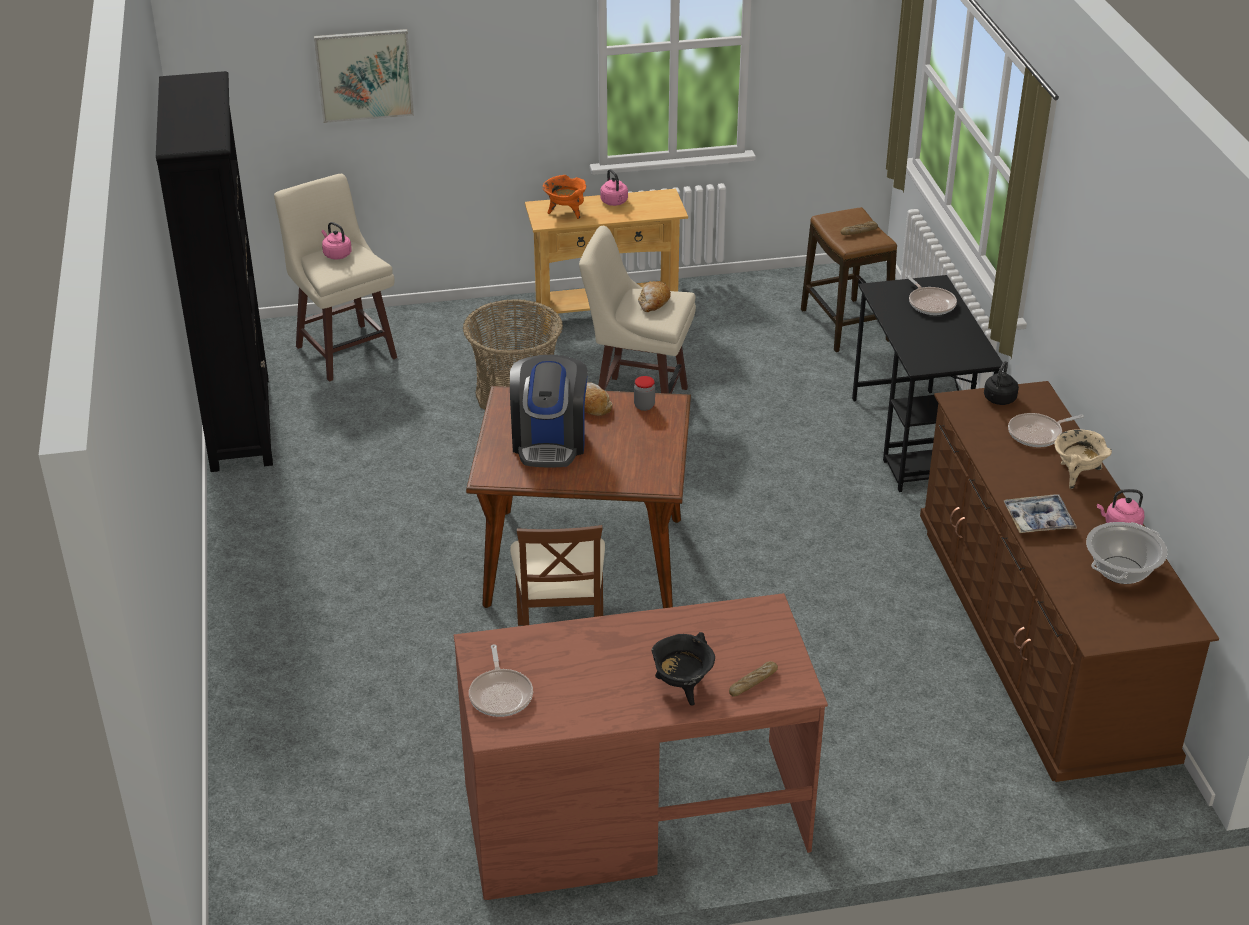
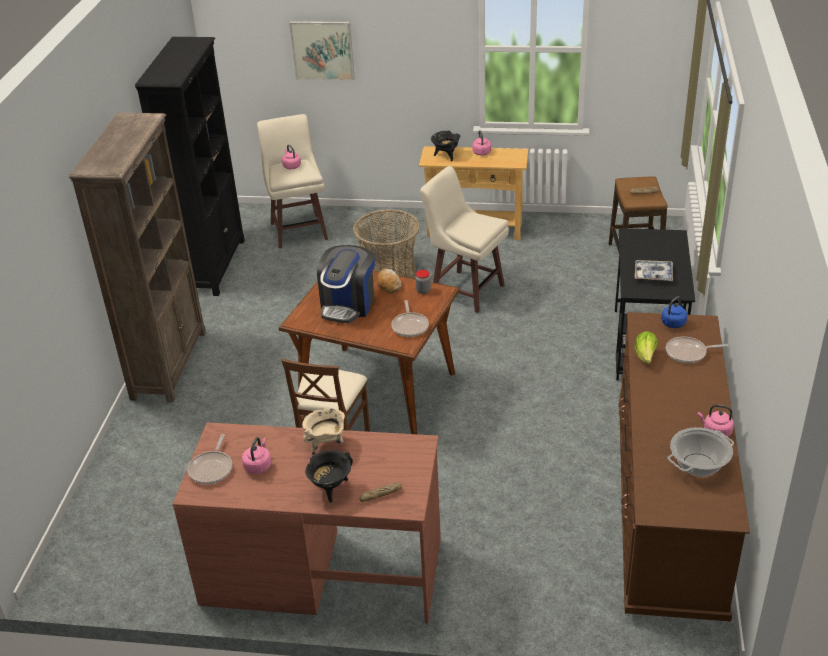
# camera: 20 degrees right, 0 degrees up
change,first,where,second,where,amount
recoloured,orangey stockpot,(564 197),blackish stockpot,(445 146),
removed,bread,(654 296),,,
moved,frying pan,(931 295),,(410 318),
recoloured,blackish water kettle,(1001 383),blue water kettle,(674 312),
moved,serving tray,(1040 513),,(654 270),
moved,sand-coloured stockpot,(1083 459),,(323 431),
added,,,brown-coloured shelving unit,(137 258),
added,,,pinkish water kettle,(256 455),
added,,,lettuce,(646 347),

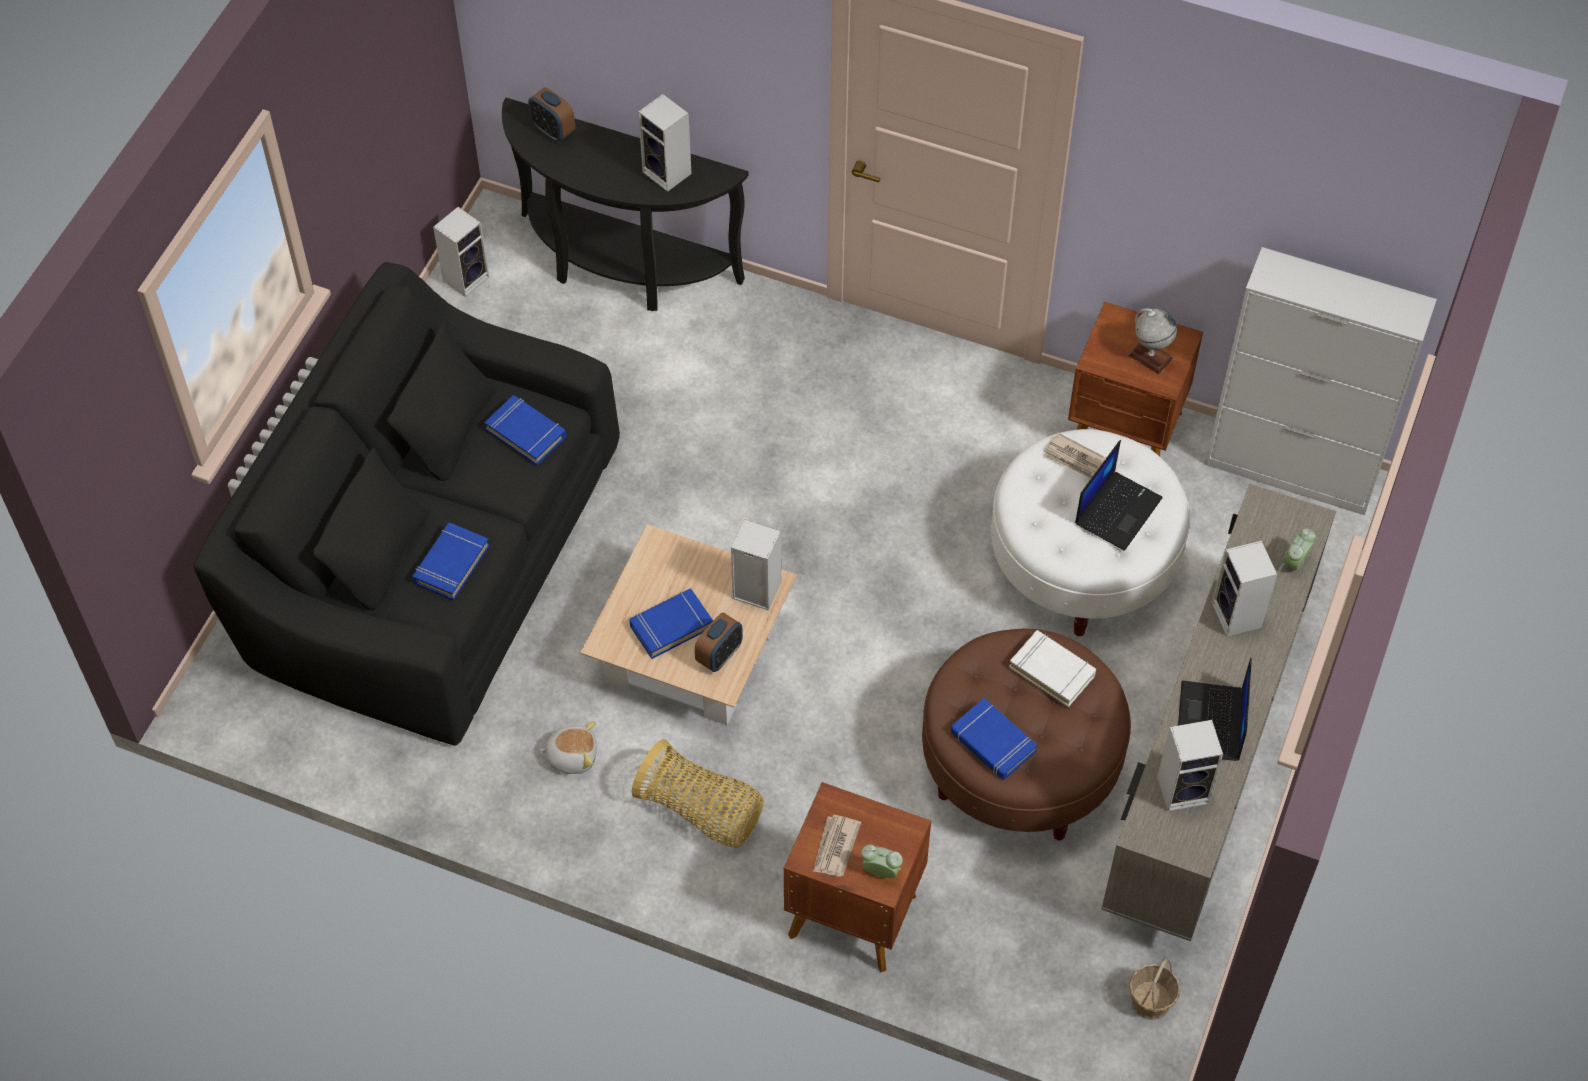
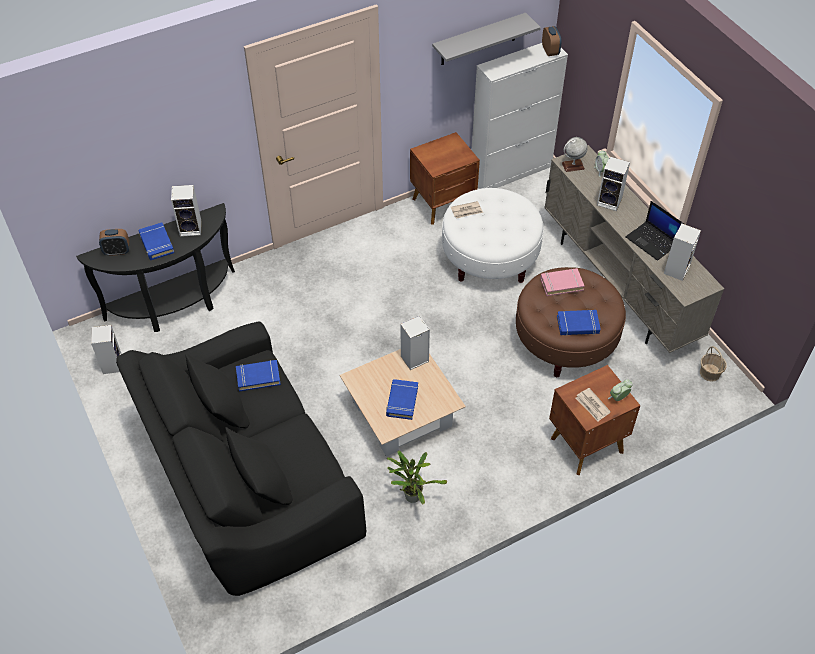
# camera: 50 degrees left, 5 degrees down
change,first,where,second,where,amount
moved,blue volume,(451 561),,(156 241),
replaced,plush toy,(568 748),plant in a pot,(417 477),
removed,household basket,(698 793),,,
moved,bedside clock,(719 642),,(552 41),
recoloured,white volume,(1052 668),pinkish volume,(562 282),
removed,notebook computer,(1119 495),,,
moved,desk globe,(1152 341),,(575 154),
added,,,greyish bracket shelf,(486 39),

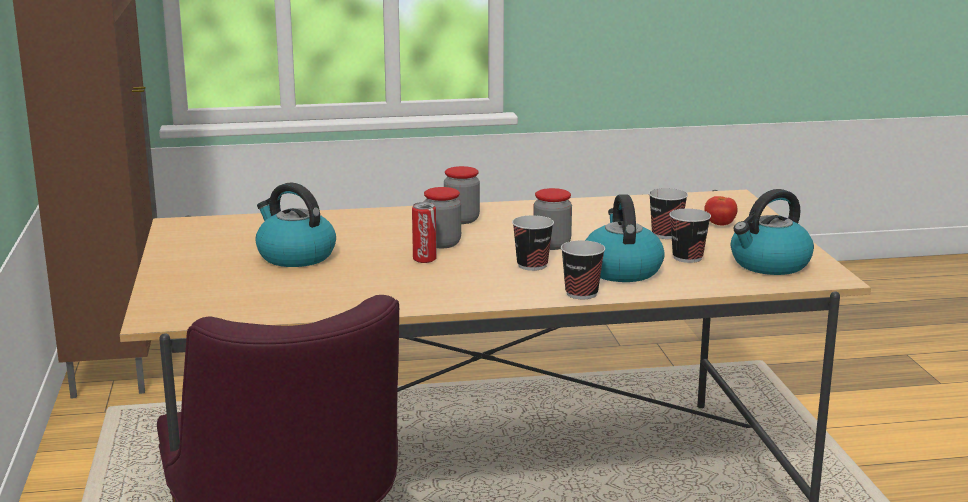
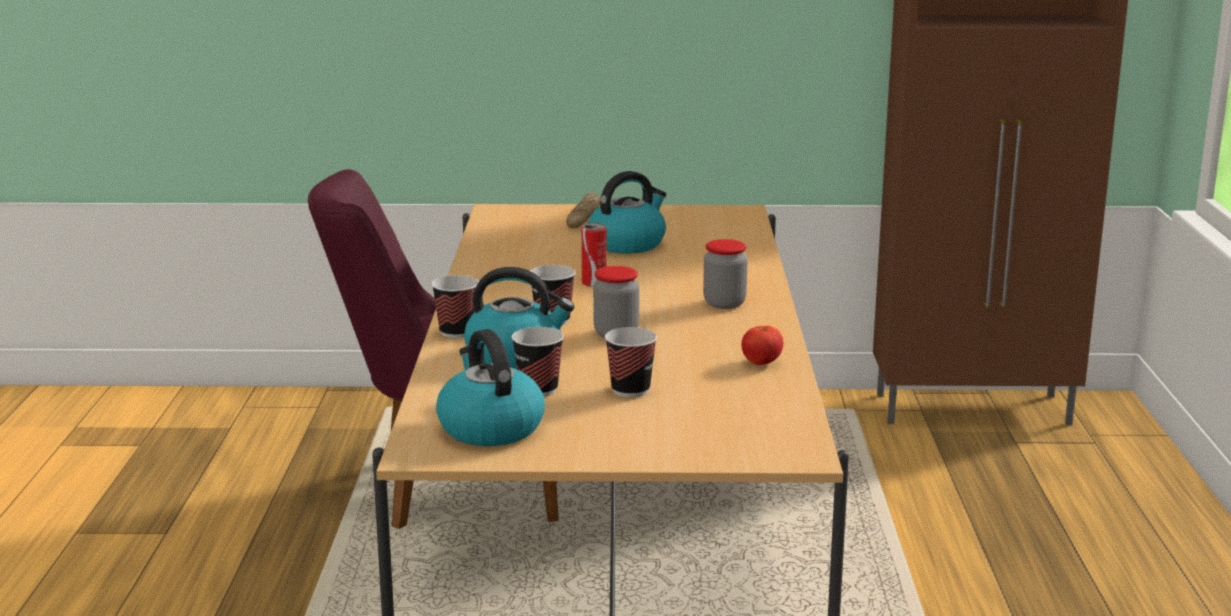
# camera: 100 degrees right, 0 degrees up
change,first,where,second,where,amount
removed,preserve jar,(442 217),,,
moved,whole tomato,(721 211),,(762 345),
added,,,bread,(583 210),

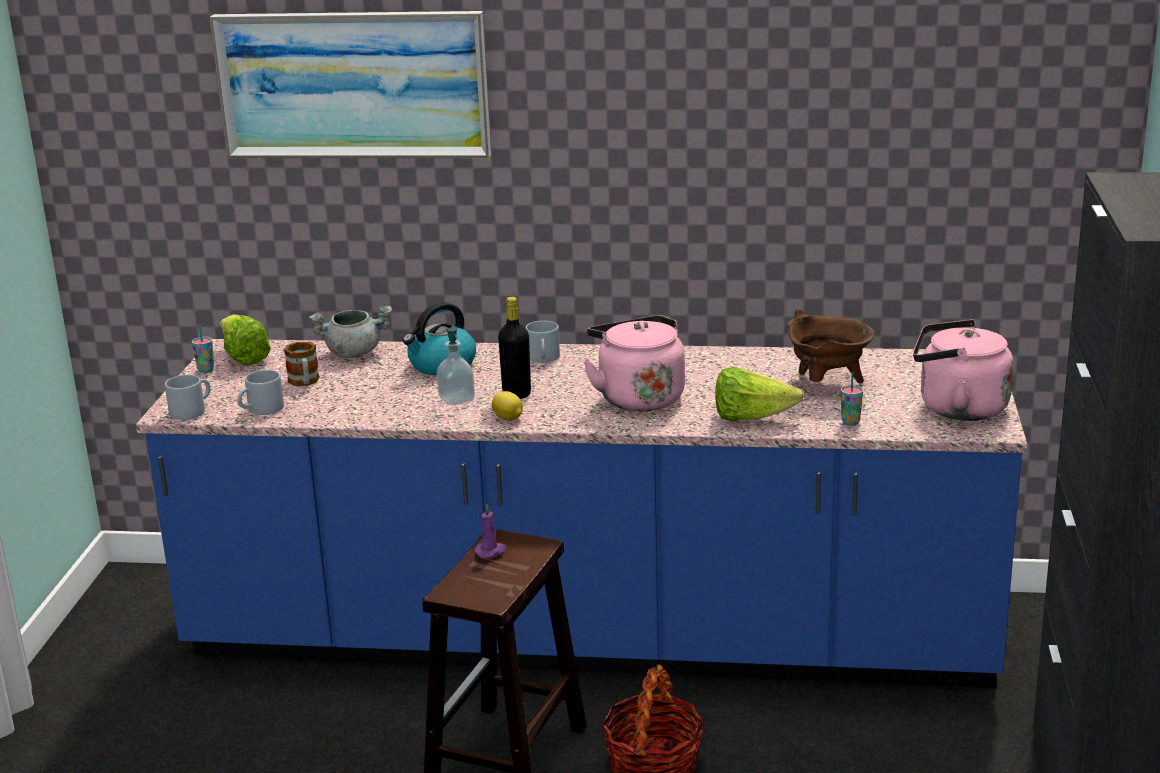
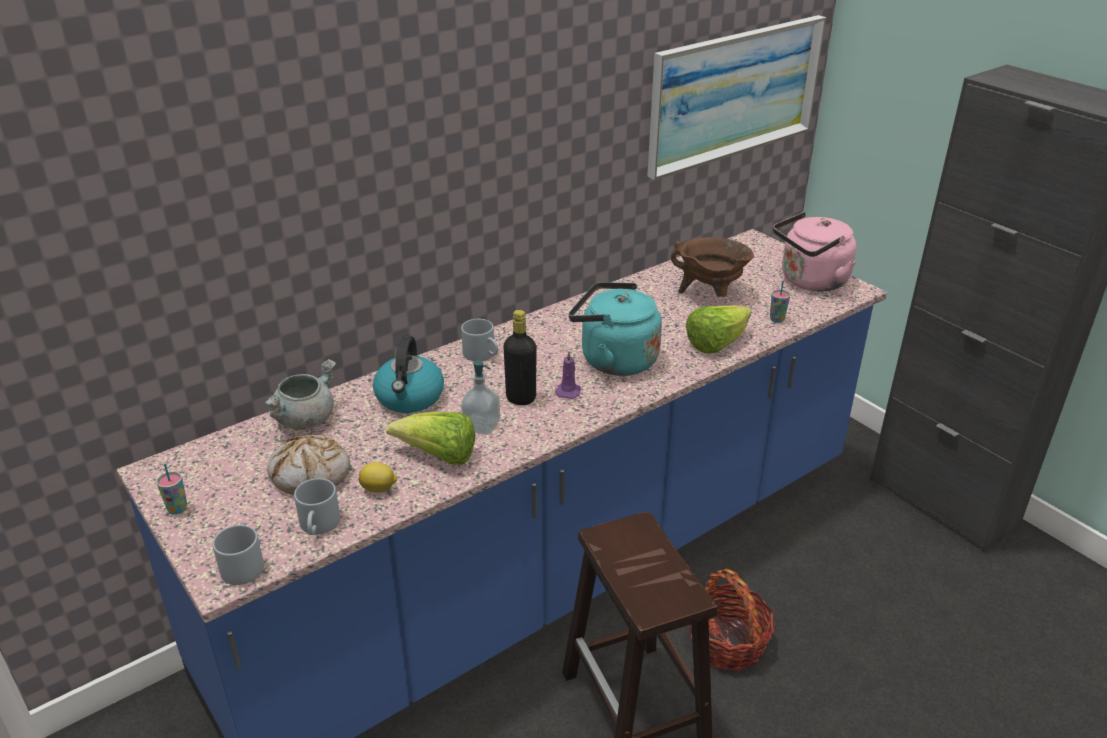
# camera: 45 degrees left, 10 degrees up
change,first,where,second,where,amount
moved,picture,(350 84),,(736 97),
moved,lettuce,(245 339),,(430 438),
replaced,tea mug,(302 364),bread,(308 464),
moved,purple wax candle,(490 531),,(568 375),
moved,whole lemon,(507 406),,(378 477),
recoloured,pinkish water kettle,(634 363),blue-green water kettle,(615 329),

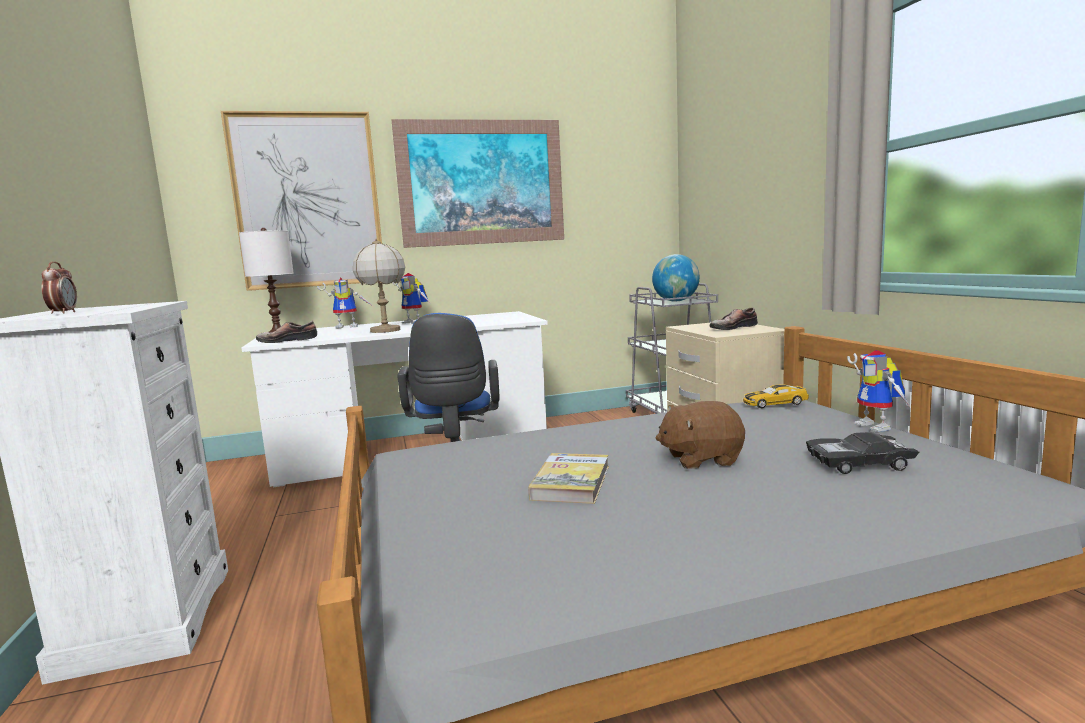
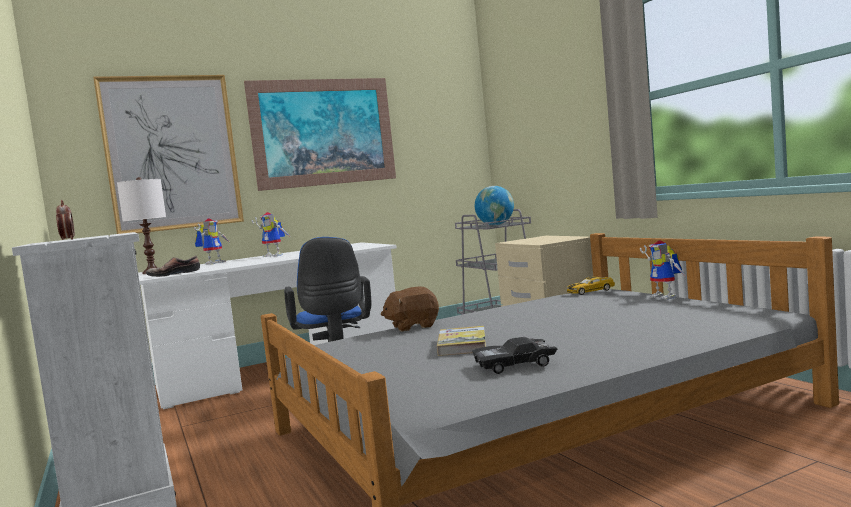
# camera: 10 degrees left, 5 degrees down
change,first,where,second,where,amount
turned,robot figure,(344 303),,(211 241),45 degrees counterclockwise
removed,table lamp,(379 285),,,
moved,brown-coloured plush toy,(700 435),,(410 309),
removed,item of footwear,(734 318),,,
moved,blackish model car,(862 453),,(515 355),

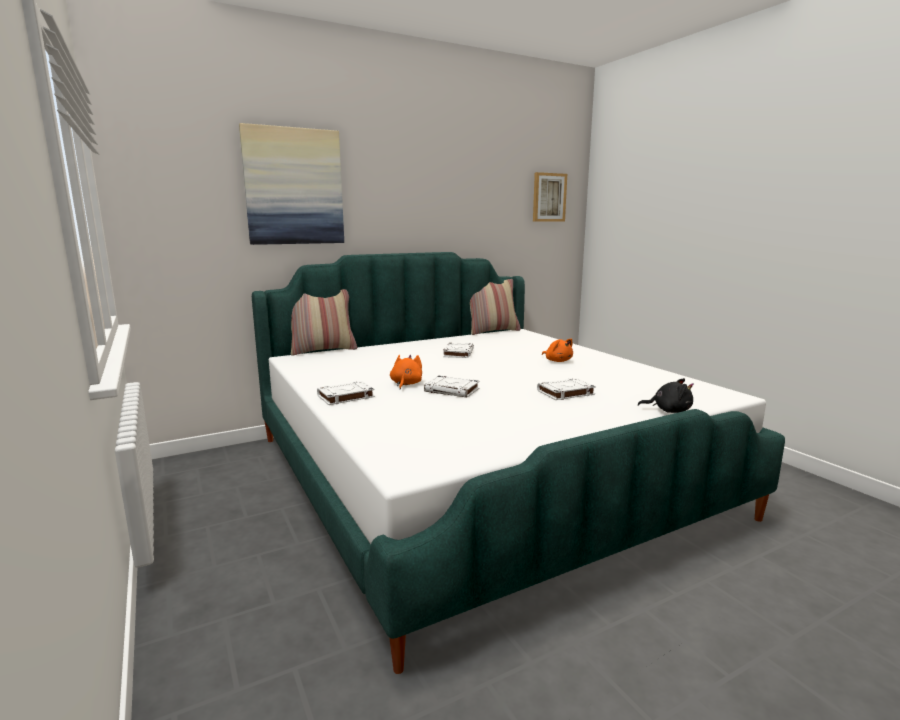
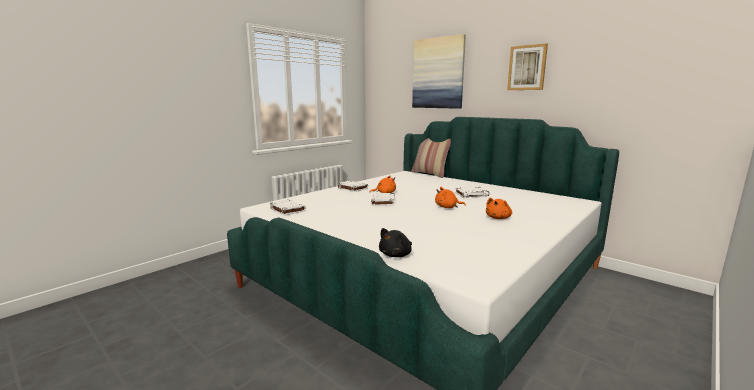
# camera: 70 degrees right, 0 degrees up
change,first,where,second,where,amount
removed,cushion,(495 307),,,
moved,picture,(550 197),,(527 66),
moved,white volume,(566 389),,(287 207),
turned,blackish plush toy,(666 395),,(395 242),45 degrees clockwise
added,,,orangey plush toy,(450 197),

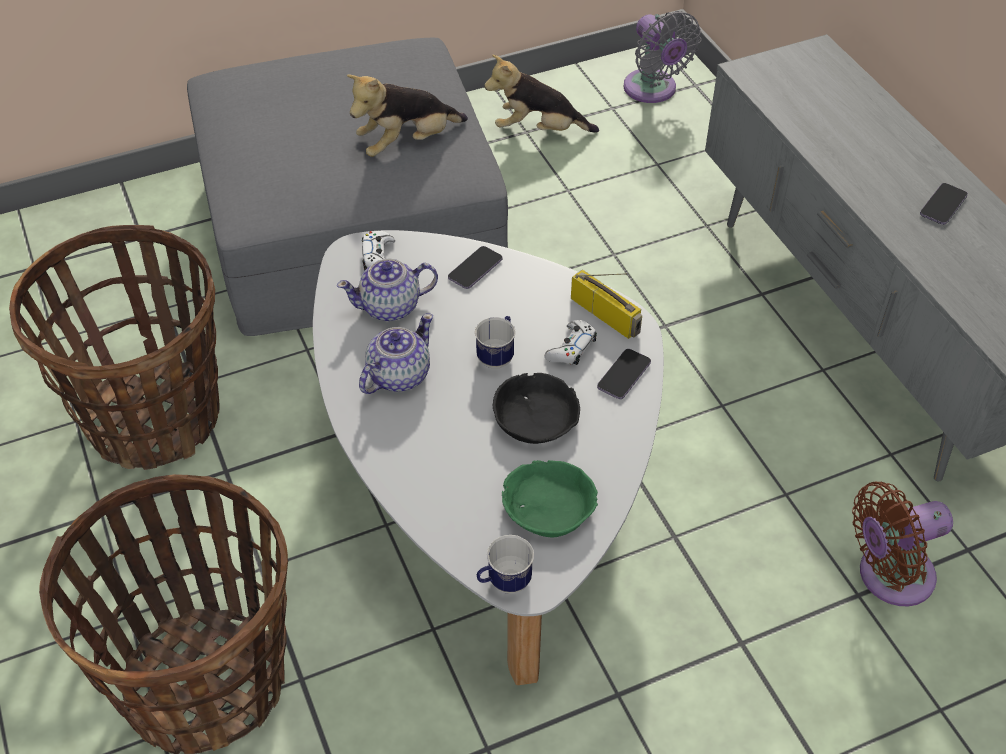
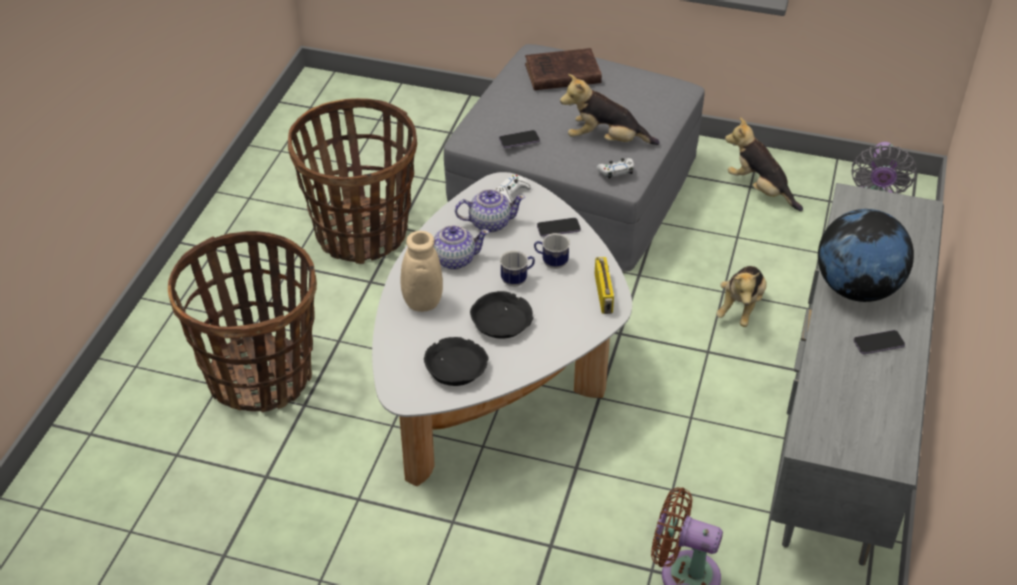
# camera: 40 degrees right, 5 degrees down
change,first,where,second,where,amount
turned,tea pot,(387 289),,(490 210),150 degrees clockwise
moved,tea mug,(505 564),,(552 251),
recoloured,green-coloured bowl,(550 498),blackish bowl,(456 361),
moved,white joypad,(571 342),,(615 168),
moved,handset,(624 374),,(519 139),
added,,,sand-coloured flower vase,(414 271),
added,,,brown-coloured volume,(563 69),
added,,,plush toy,(741 296),
added,,,desk globe,(866 255),

